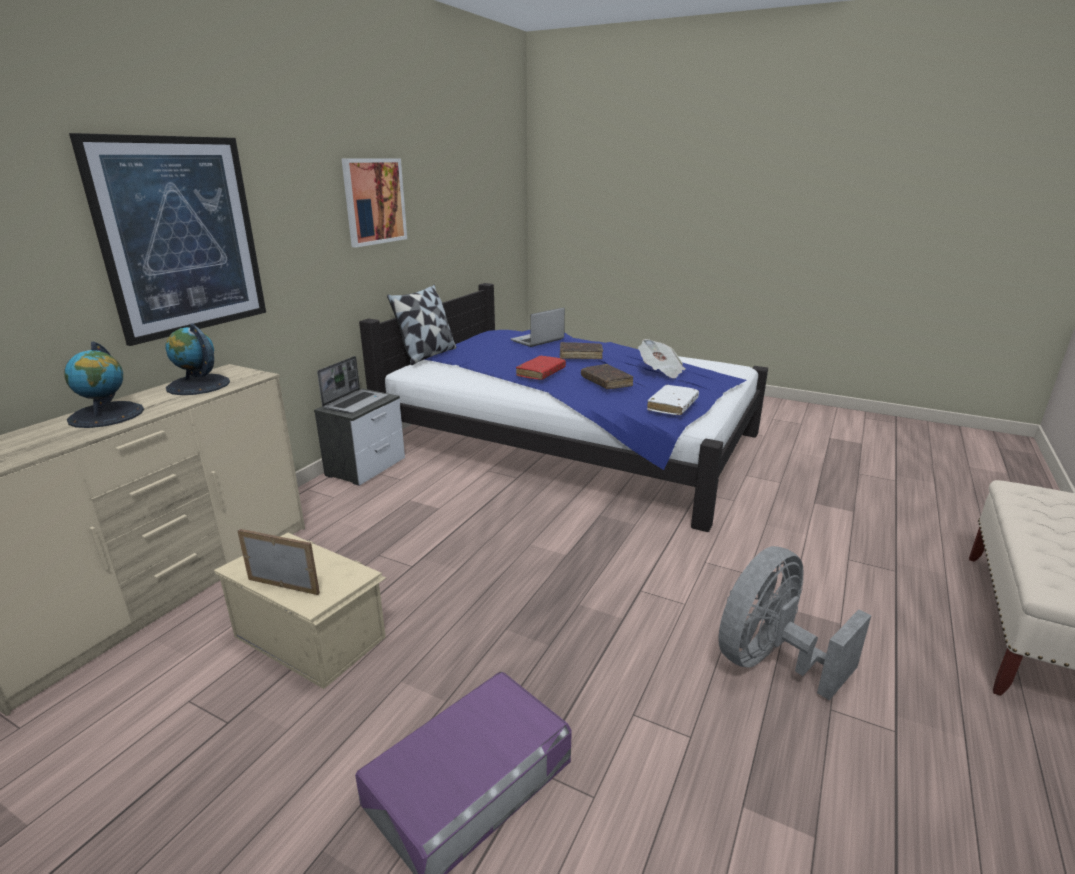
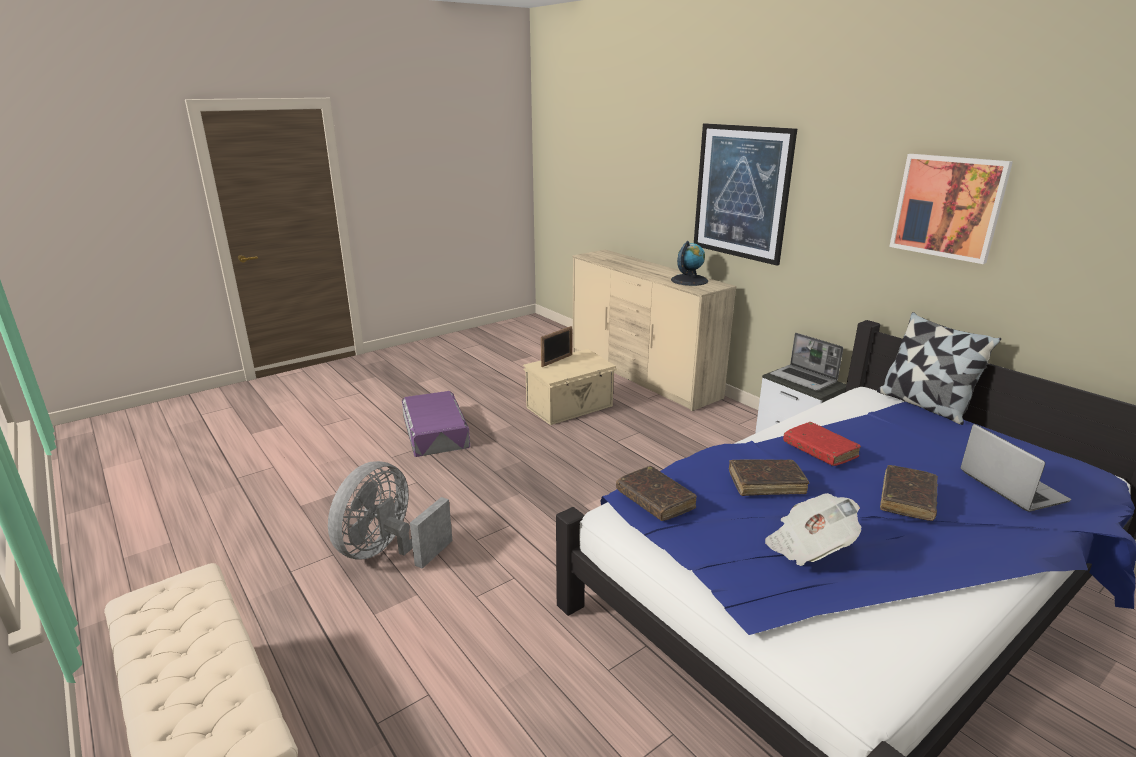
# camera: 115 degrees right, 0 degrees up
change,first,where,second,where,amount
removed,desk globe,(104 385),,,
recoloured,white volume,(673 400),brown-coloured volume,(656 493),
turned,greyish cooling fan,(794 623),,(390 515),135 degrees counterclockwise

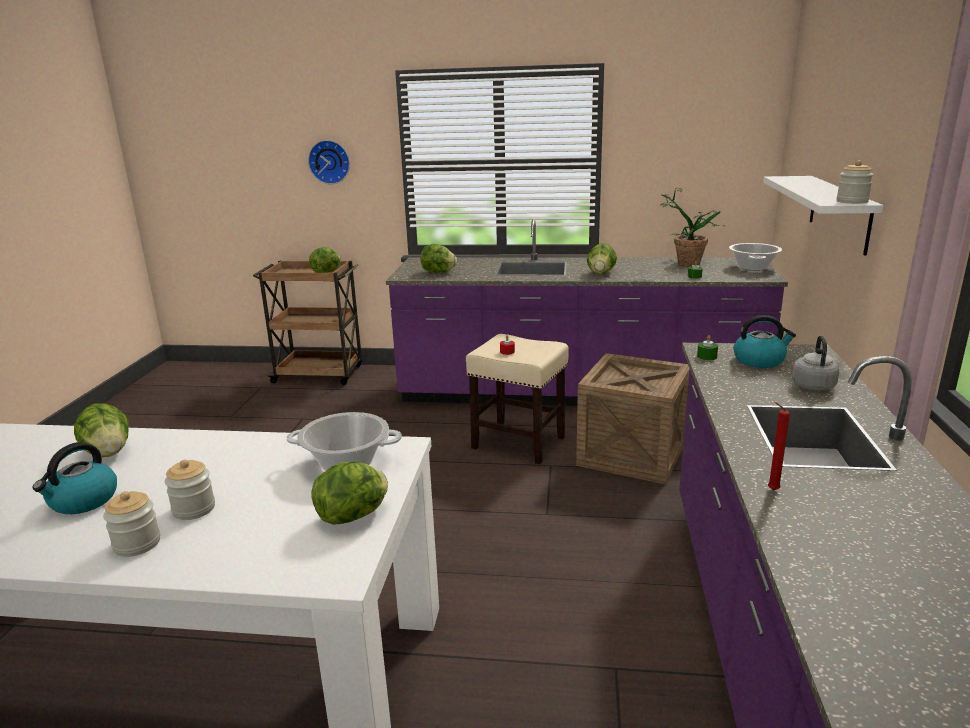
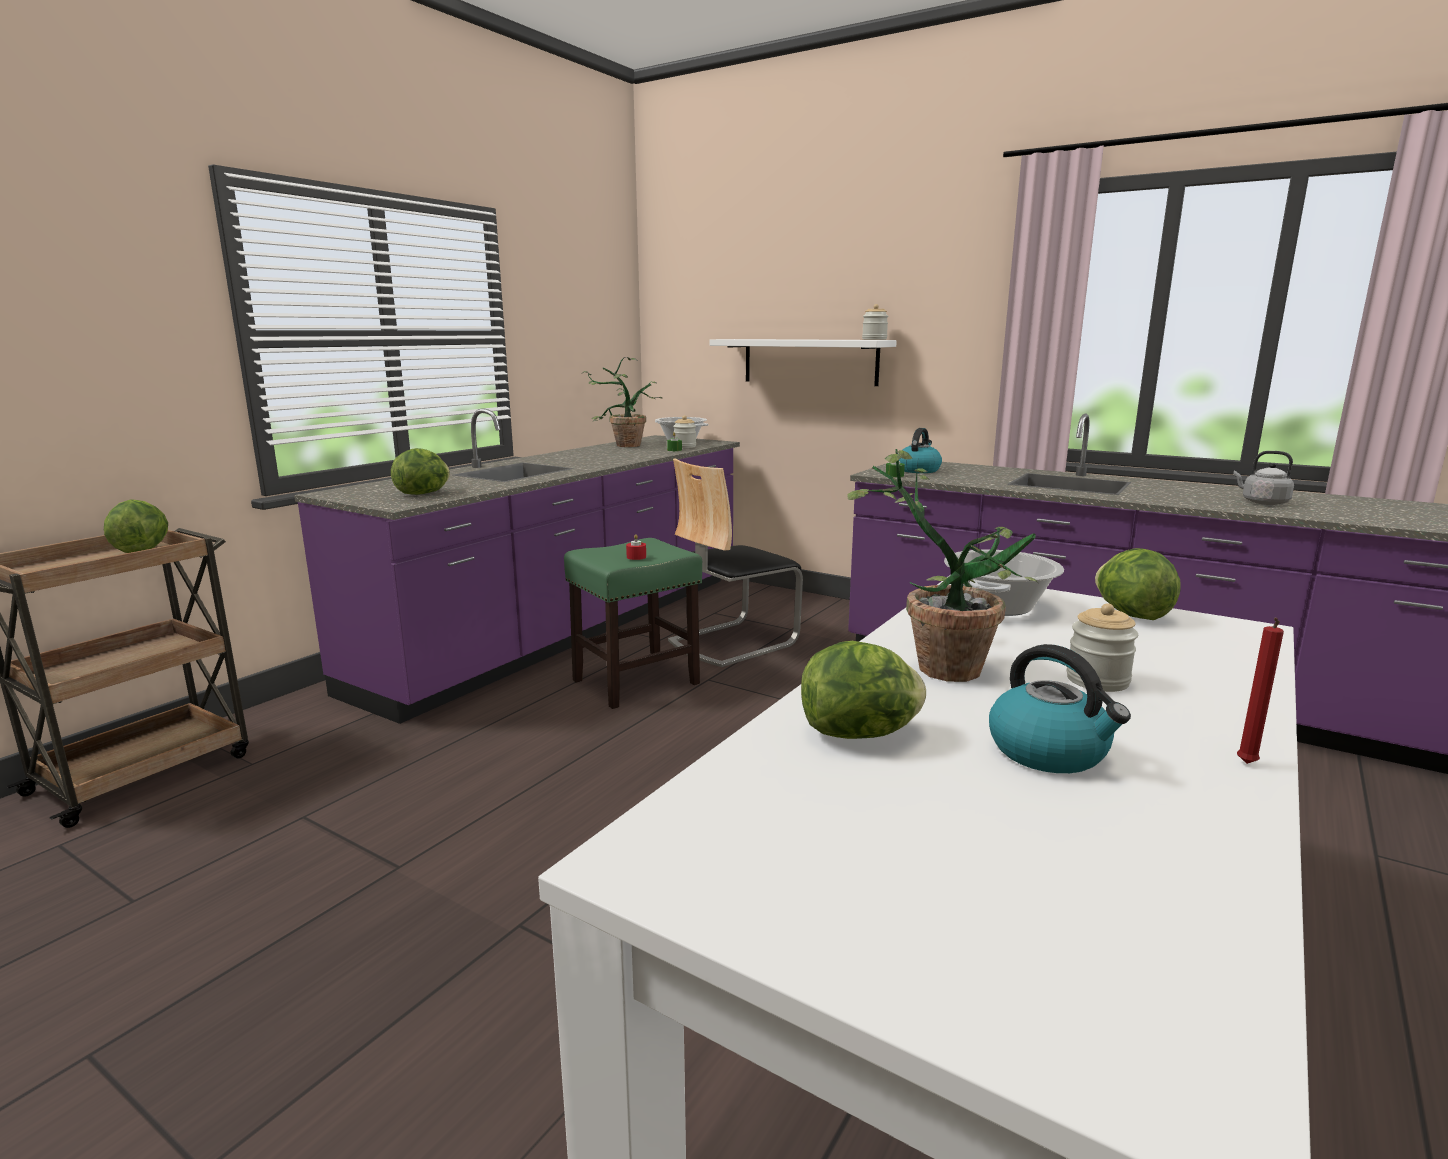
# camera: 65 degrees left, 5 degrees down
change,first,where,second,where,amount
moved,preserve jar,(131 524),,(684 432),
removed,wall clock,(329 162),,,
recoloured,sand-coloured sitting stool,(517 399),green-coloured sitting stool,(633 623),
replaced,crate,(632 418),chair,(735 562),
removed,lettuce,(602 259),,,
moved,red-coloured wax candle,(779 446),,(1260 690),
moved,greyish water kettle,(815 363),,(1263 478),
added,,,plant in a pot,(942 565),

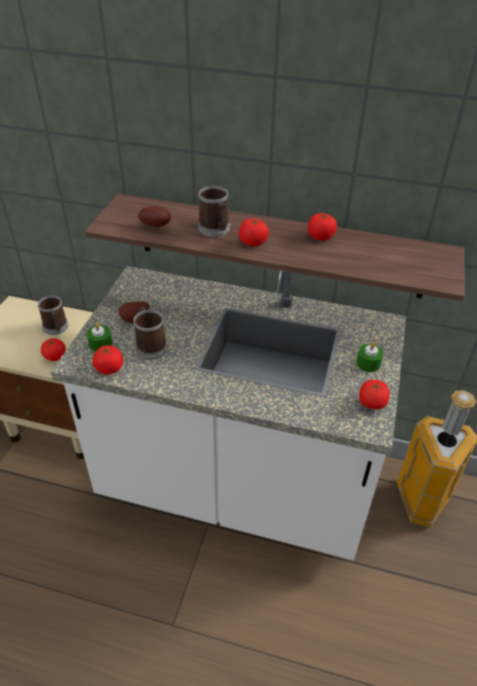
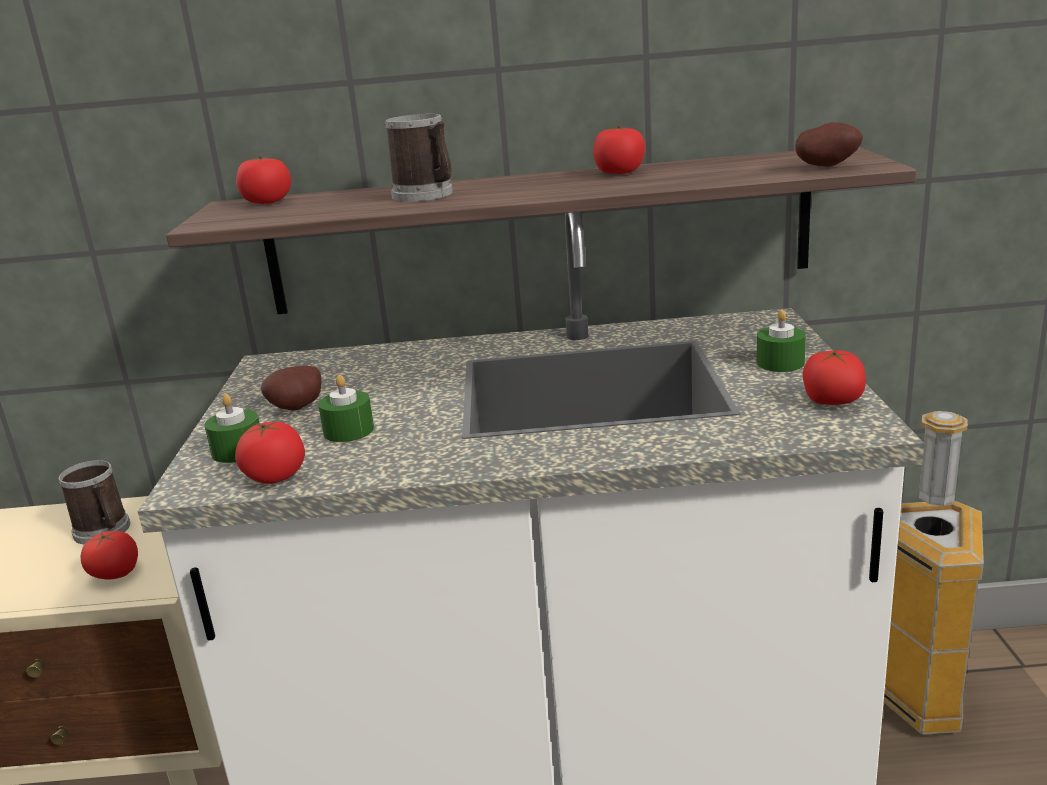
# camera: 15 degrees left, 20 degrees down
change,first,where,second,where,amount
replaced,tea mug,(151 333),green-coloured wax candle,(346 408),
moved,potato,(154 216),,(829 144),
moved,whole tomato,(254 232),,(263 180),

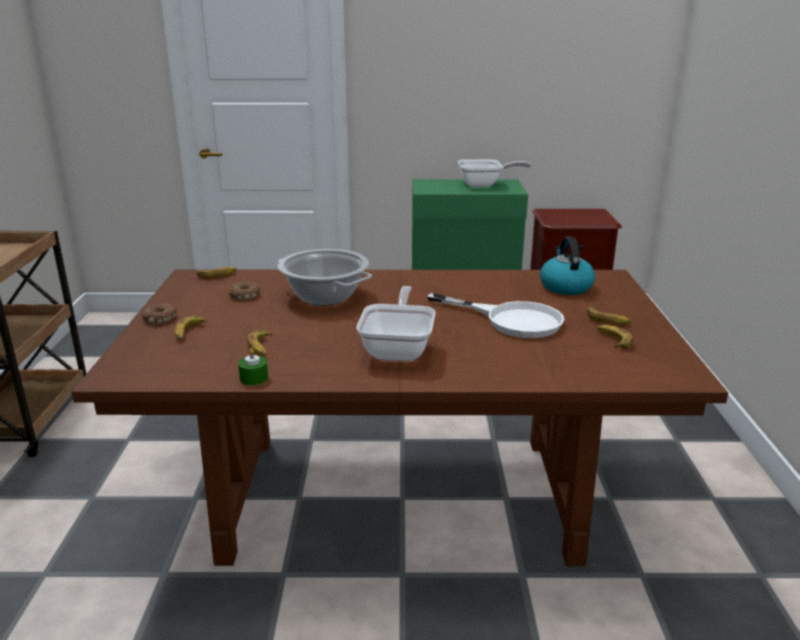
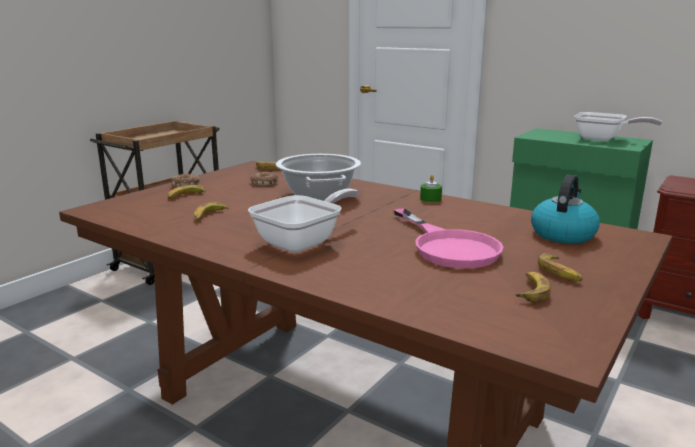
# camera: 35 degrees right, 5 degrees down
change,first,where,second,where,amount
moved,green-coloured wax candle,(253 366),,(431 189),
recoloured,white frying pan,(495 315),pinkish frying pan,(449 238),

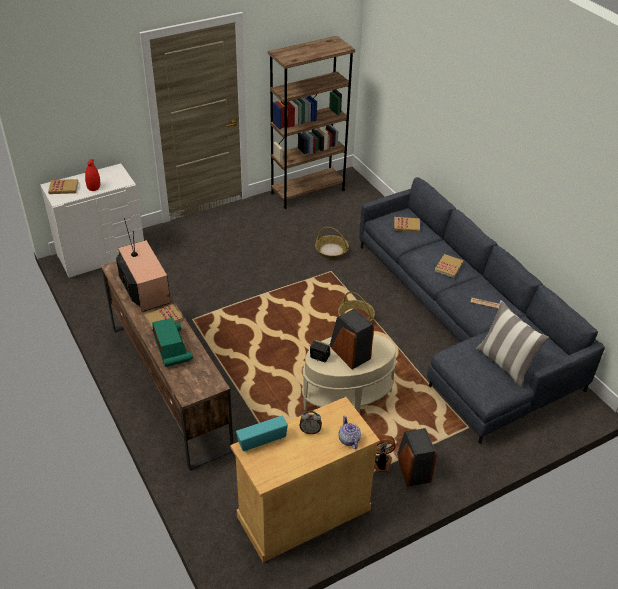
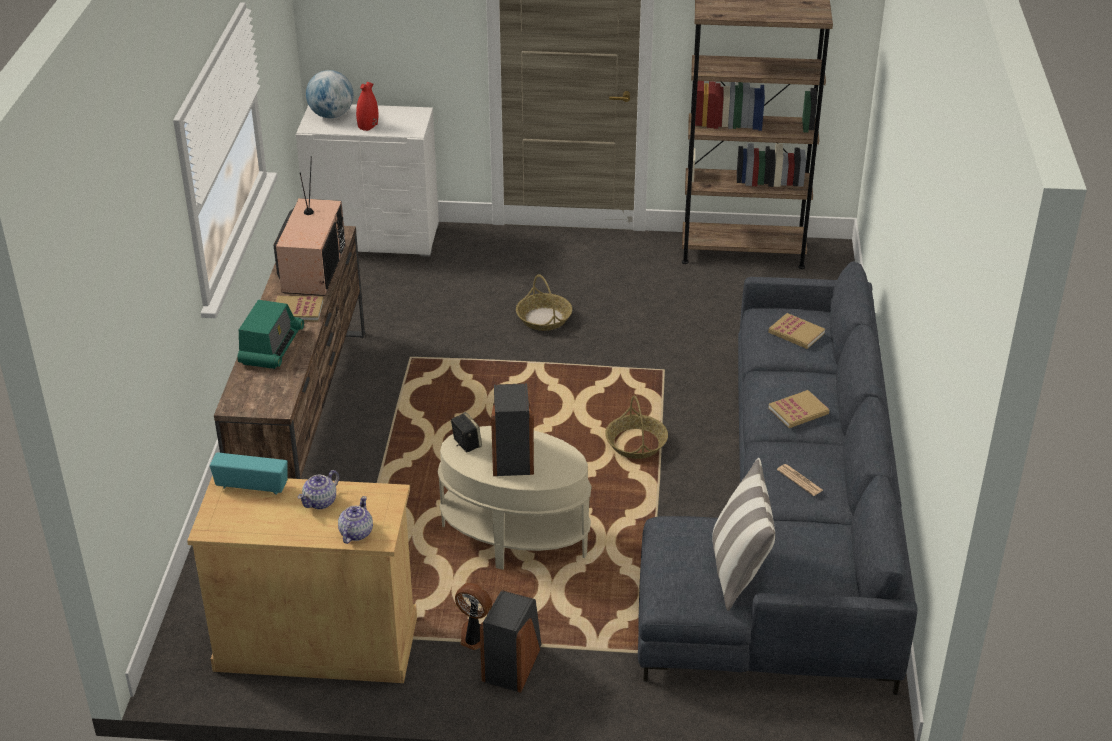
# camera: 35 degrees right, 5 degrees down
change,first,where,second,where,amount
replaced,volume,(63 186),desk globe,(330 94),
replaced,bedside clock,(310 422),tea pot,(318 489),
moved,household basket,(332 243),,(544 302),

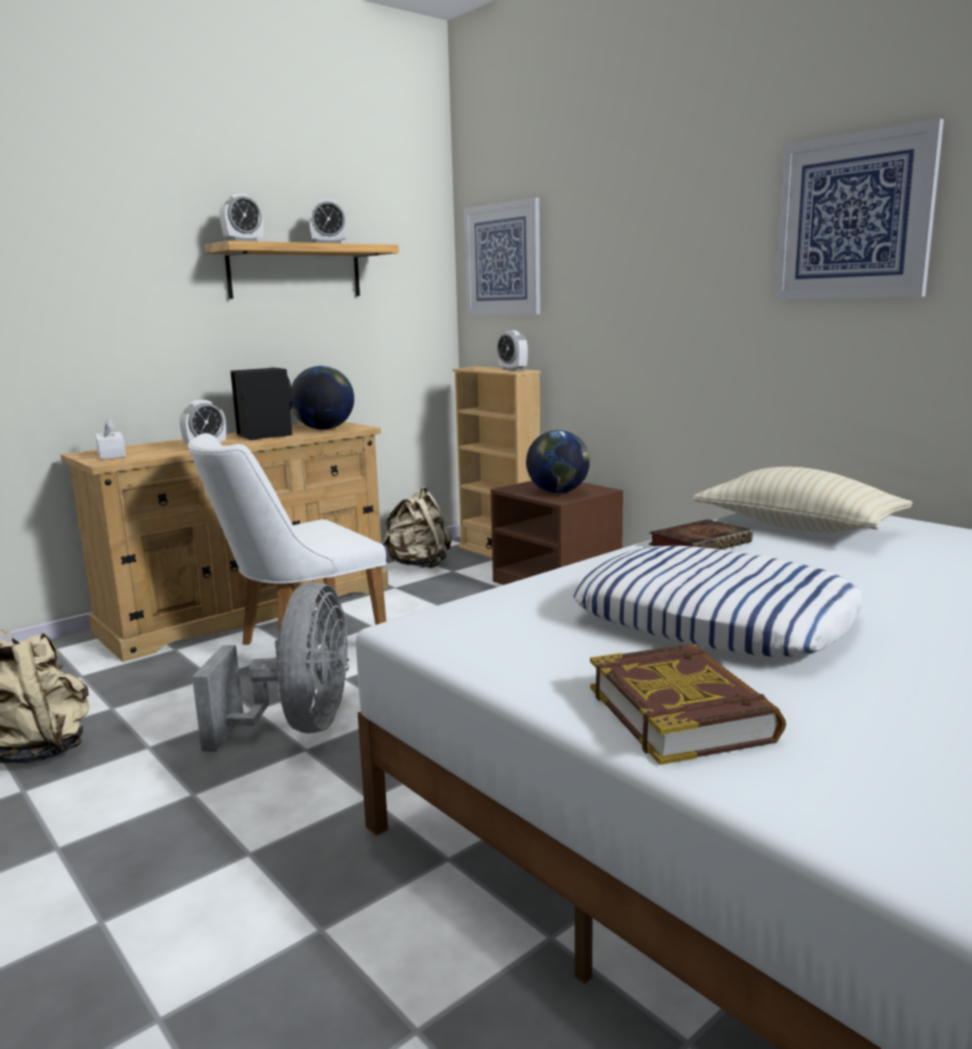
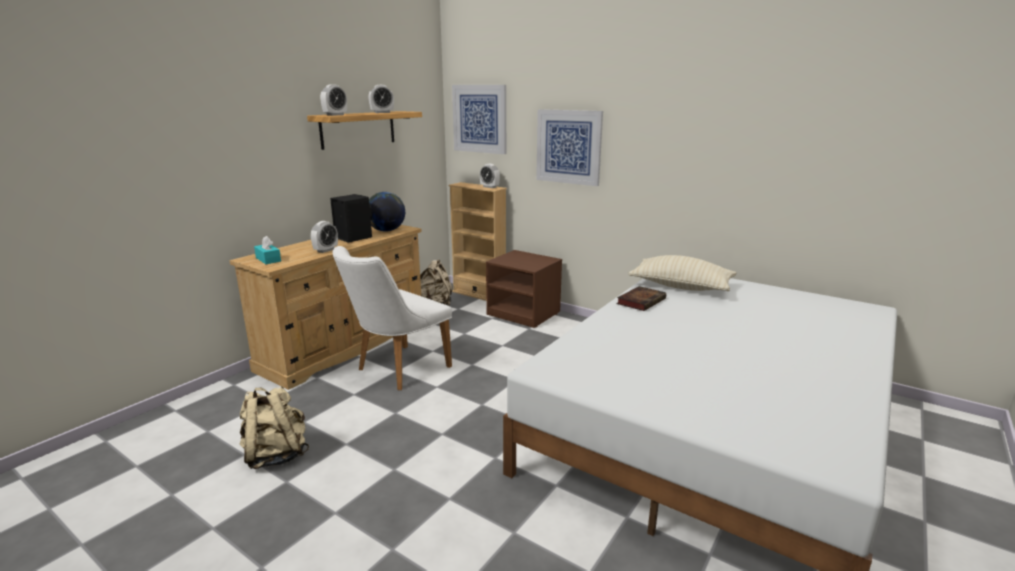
# camera: 15 degrees left, 5 degrees up
change,first,where,second,where,amount
recoloured,white tissue box,(110 438),blue-green tissue box,(267 250),
removed,greyish cooling fan,(270 667),,,
removed,desk globe,(558 462),,,
removed,cushion,(717 601),,,
removed,volume,(688 704),,,
moved,picture,(859 209),,(569 147),

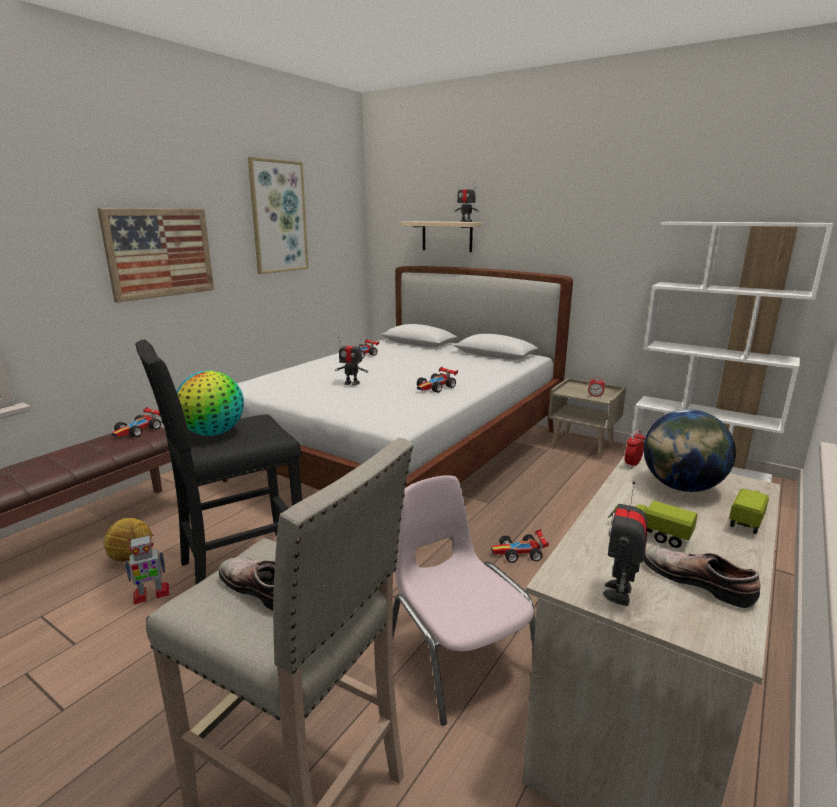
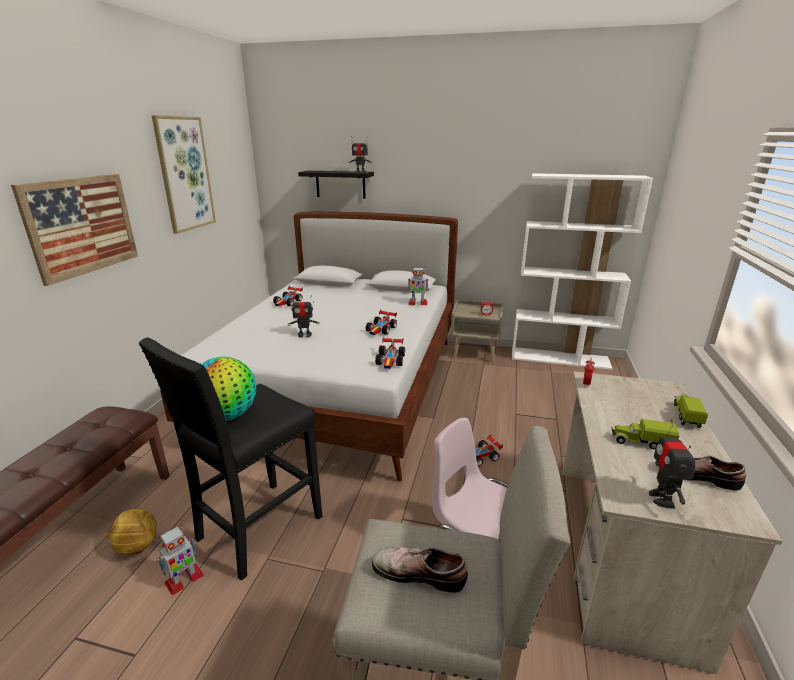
# camera: 20 degrees left, 5 degrees up
change,first,where,second,where,amount
moved,model car,(136 422),,(390 353),
recoloured,sand-coloured bracket shelf,(442 236),blackish bracket shelf,(336 185),
removed,desk globe,(690 450),,,
added,,,robot figure,(418 286),

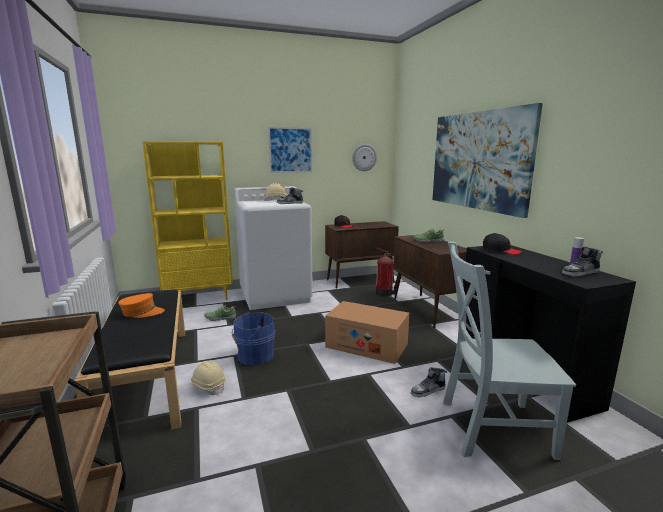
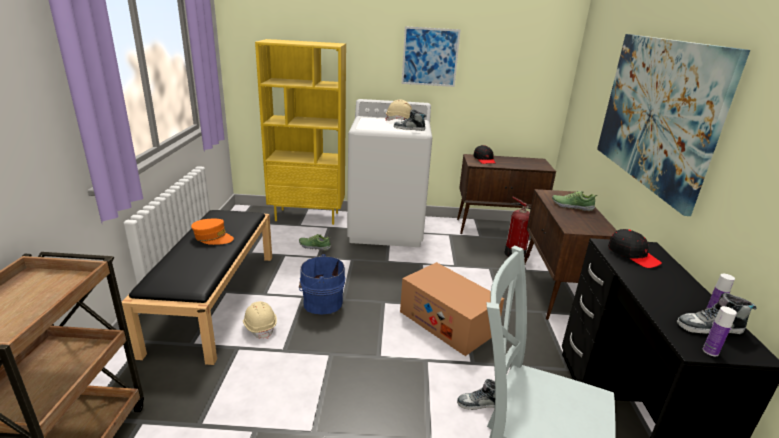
# camera: 20 degrees right, 10 degrees up
change,first,where,second,where,amount
removed,wall clock,(364 157),,,
added,,,beverage bottle,(720 331),

